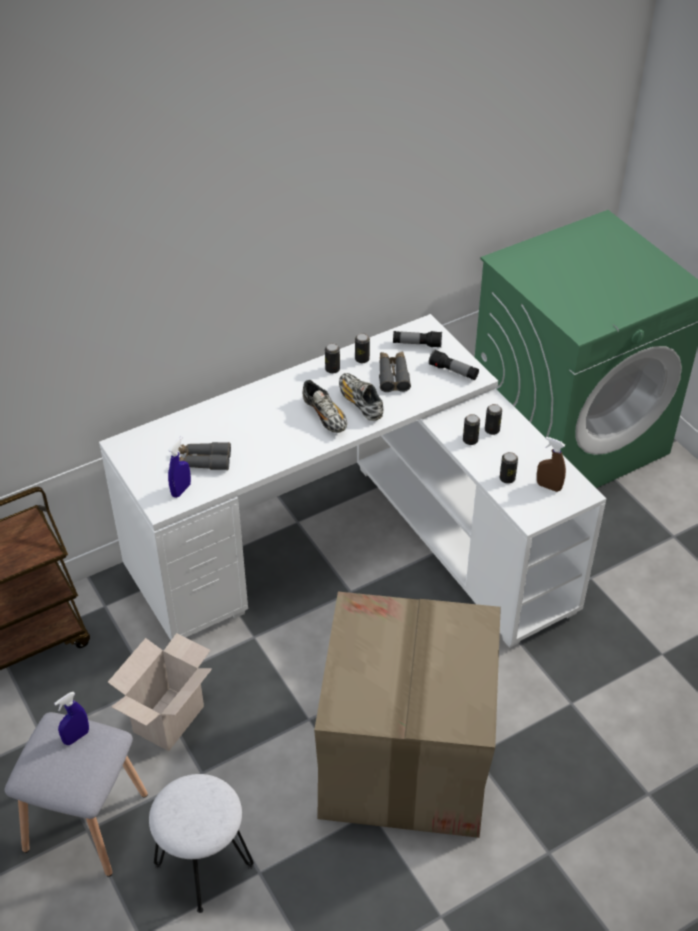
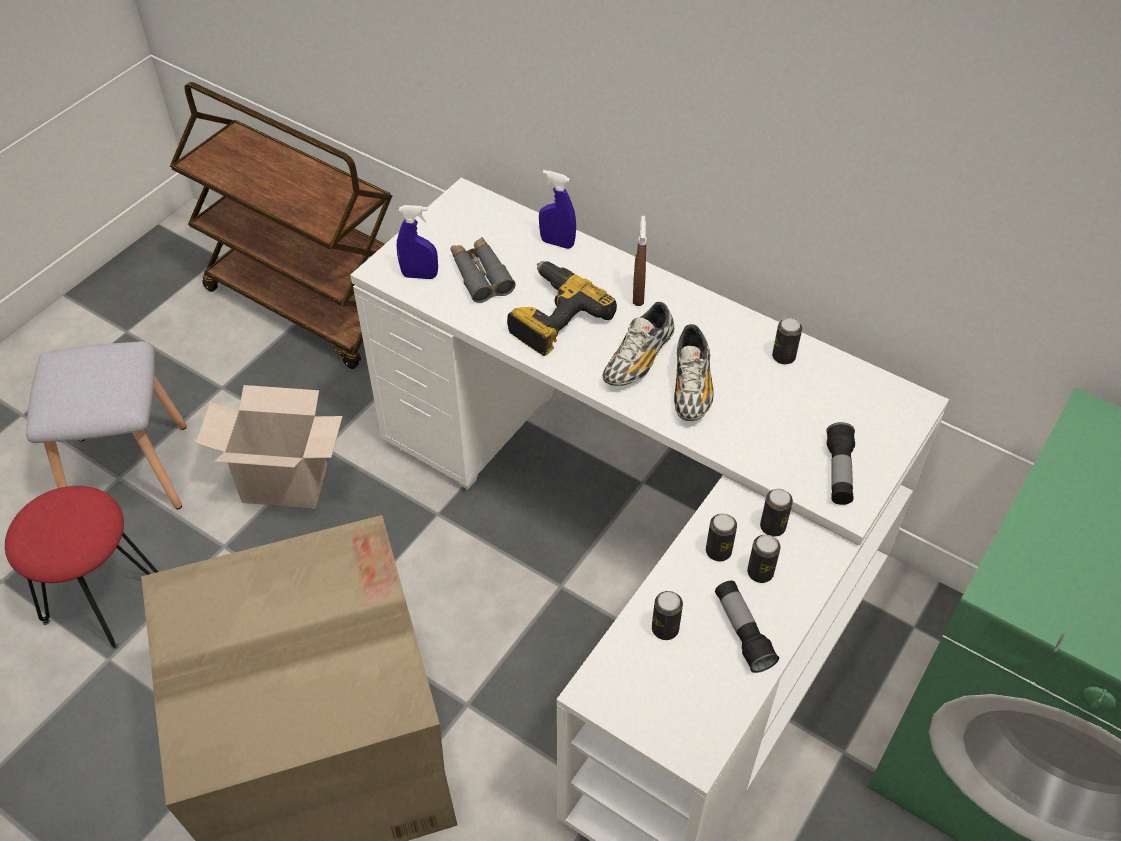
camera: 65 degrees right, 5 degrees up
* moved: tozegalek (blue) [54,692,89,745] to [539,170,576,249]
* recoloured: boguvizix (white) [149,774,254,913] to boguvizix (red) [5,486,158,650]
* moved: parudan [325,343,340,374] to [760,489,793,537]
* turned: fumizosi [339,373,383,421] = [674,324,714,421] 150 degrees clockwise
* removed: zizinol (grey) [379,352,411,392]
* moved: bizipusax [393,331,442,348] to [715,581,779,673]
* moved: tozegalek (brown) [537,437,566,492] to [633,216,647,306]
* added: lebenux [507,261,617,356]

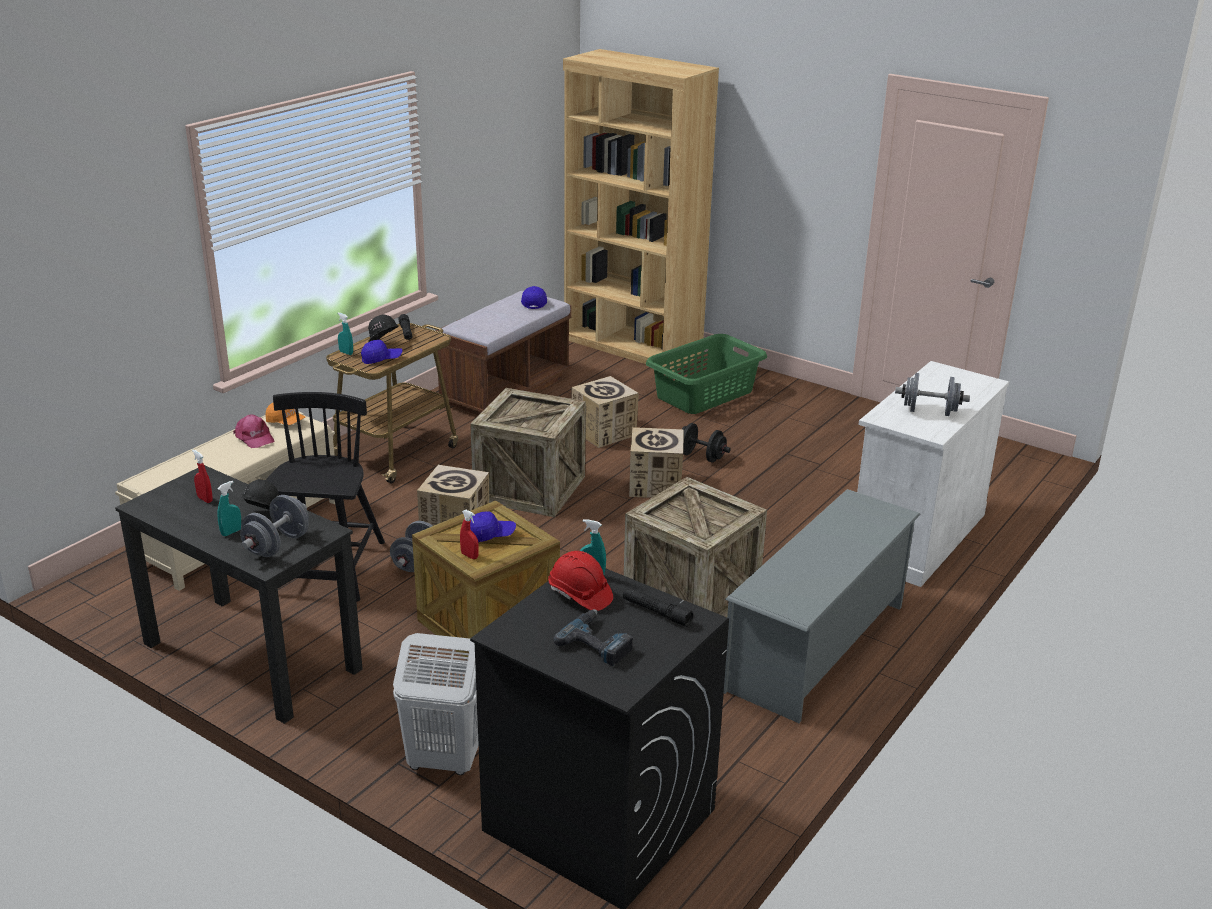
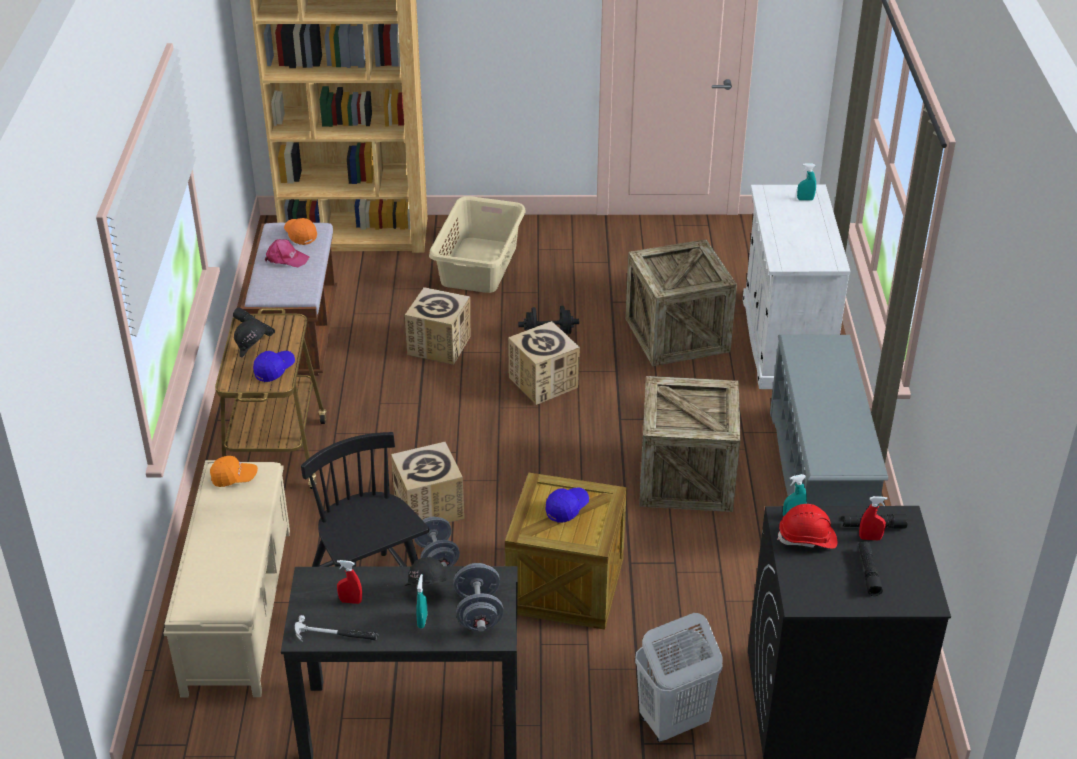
camera: 35 degrees left, 10 degrees up
* moved: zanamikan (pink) [233,414,275,448] to [265,239,310,267]
* moved: tozegalek (turquoise) [338,312,353,355] to [797,163,816,201]
* moved: tozegalek (red) [460,510,479,559] to [859,496,887,540]
* moved: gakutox [470,388,586,517] to [626,239,737,366]
* recoloured: zanamikan (blue) [521,286,547,309] to zanamikan (orange) [284,218,317,245]
* replaced: lebenux [553,609,634,666] to bizipusax (black) [859,541,883,596]
* recoloured: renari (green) [646,334,767,414] to renari (beige) [429,196,526,293]
* removed: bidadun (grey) [895,373,970,416]
* added: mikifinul [295,615,378,642]

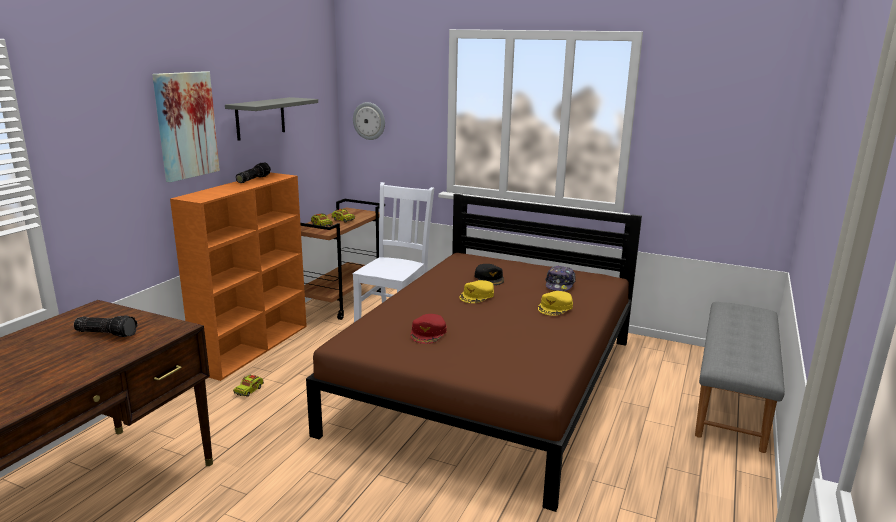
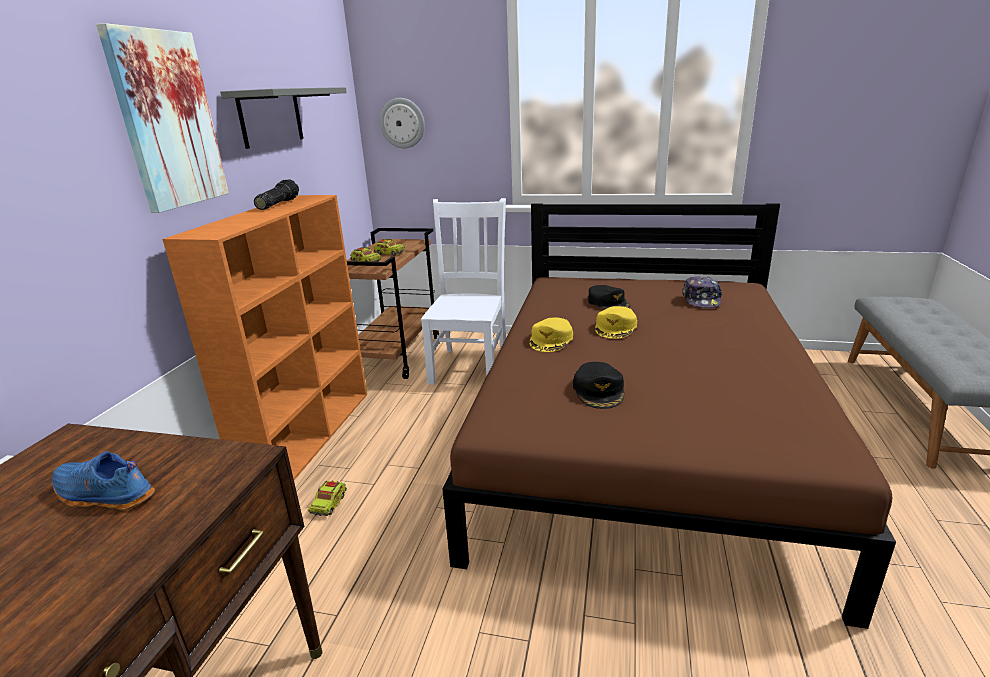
camera: 10 degrees left, 5 degrees up
* replaced: bizipusax [74,315,138,337] to fumizosi (blue) [52,451,155,511]
* recoloured: zanamikan (red) [411,314,447,344] to zanamikan (black) [573,362,624,409]
* moved: zanamikan (yellow) [538,291,573,316] to [530,318,573,352]

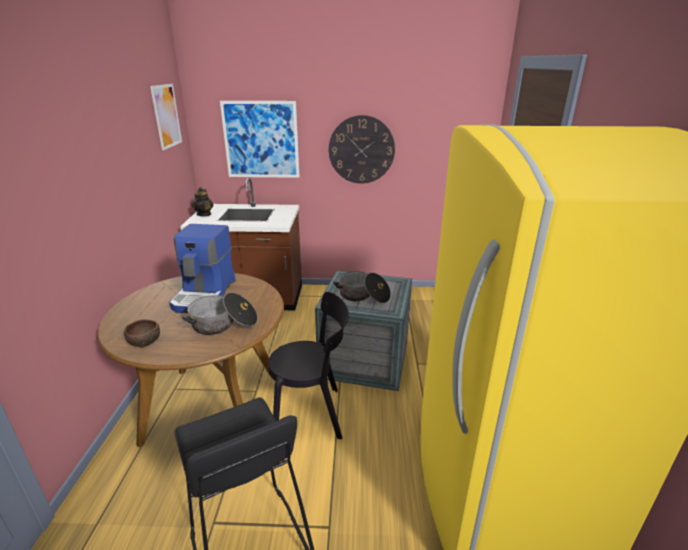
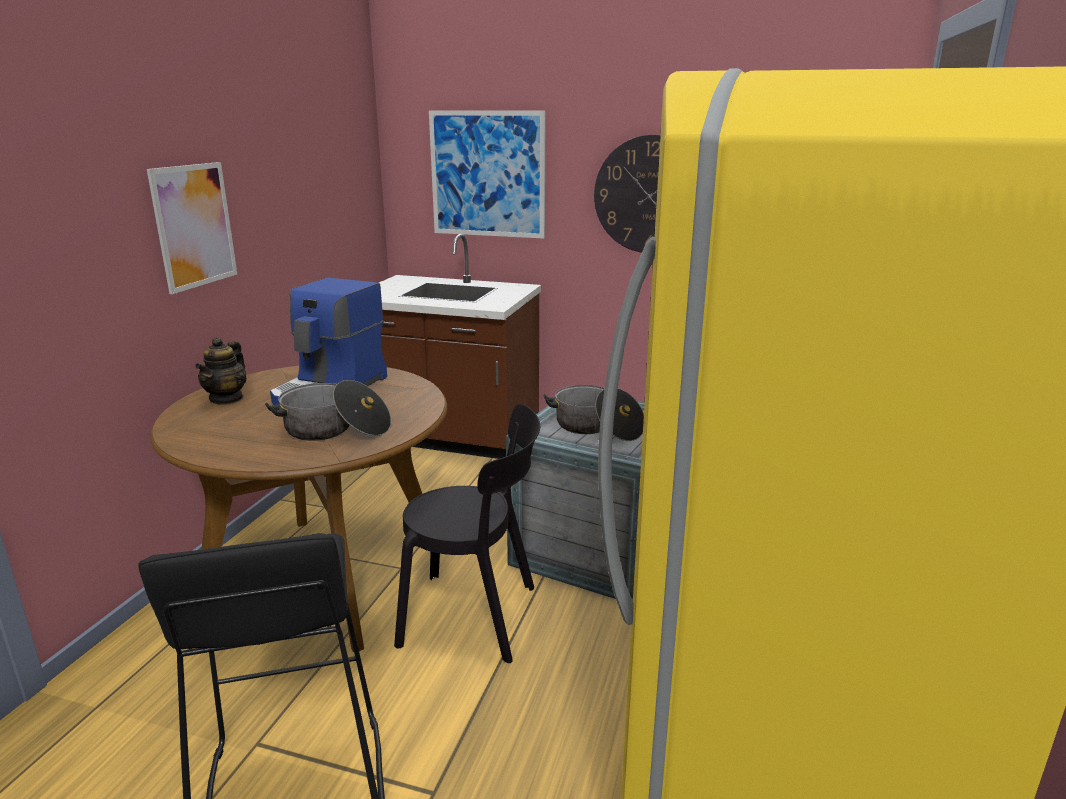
camera: 15 degrees right, 5 degrees down
* removed: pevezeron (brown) [124,319,160,348]
* moved: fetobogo [150,84,182,150] to [147,162,237,294]
* moved: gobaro [192,187,213,217] to [195,337,247,405]

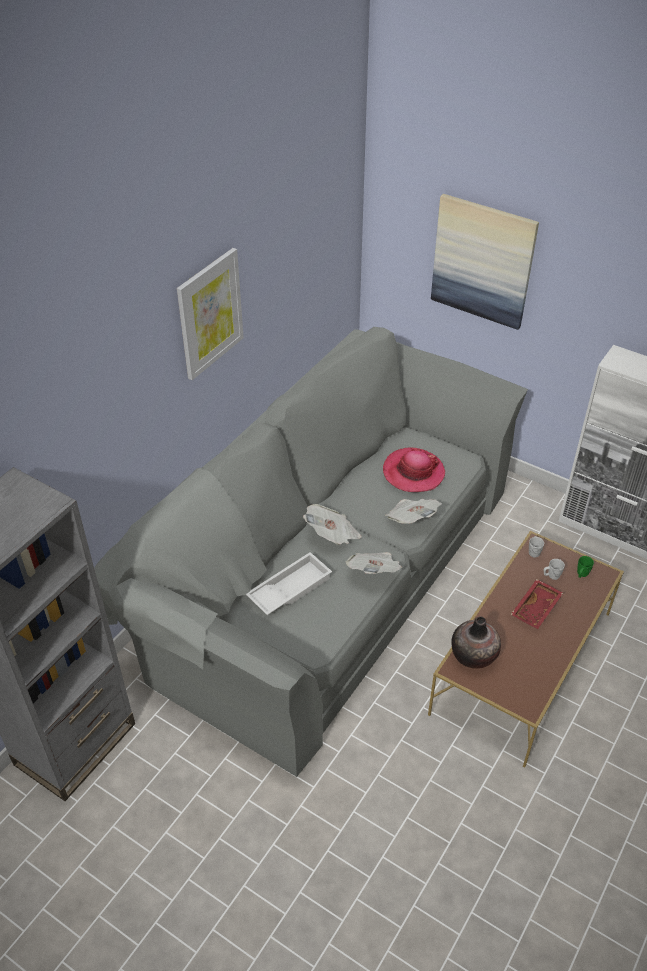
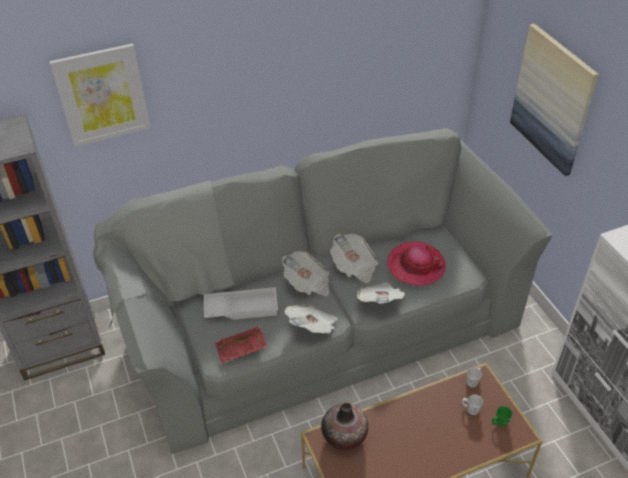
camera: 35 degrees right, 0 degrees up
* moved: fetobogo [177,248,244,380] to [49,43,151,147]
* moved: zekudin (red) [511,579,563,629] to [215,326,267,363]
* added: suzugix [330,233,379,283]

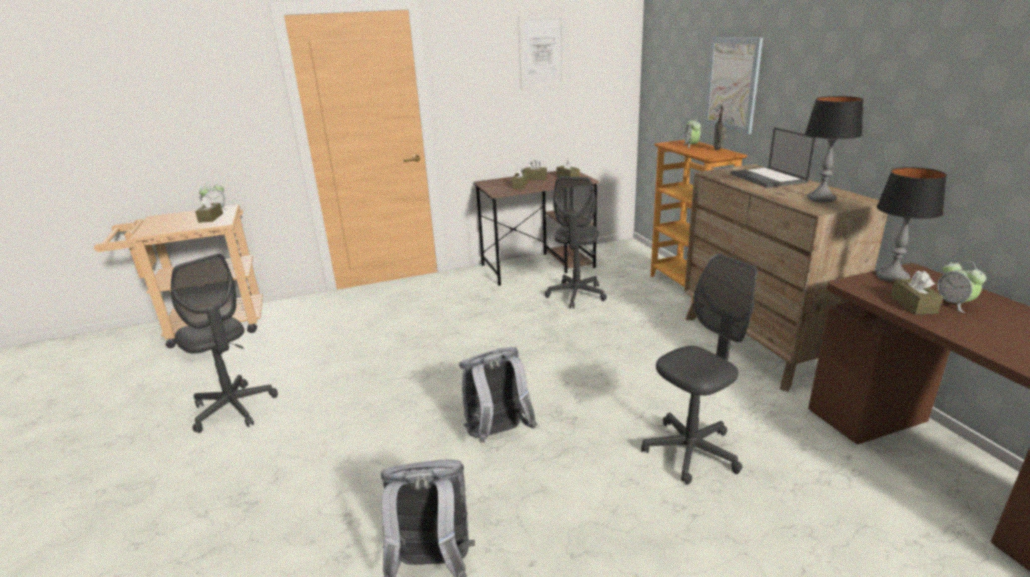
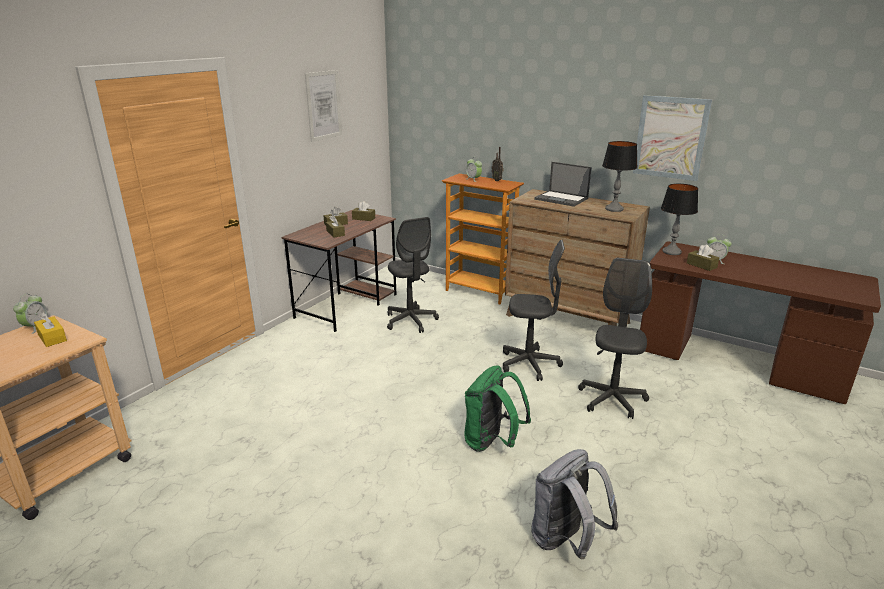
camera: 40 degrees left, 0 degrees up
* moved: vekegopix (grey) [171,254,278,433] to [503,240,565,381]
* recoloured: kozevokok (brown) [195,196,223,223] to kozevokok (yellow) [34,312,67,347]
* recoloured: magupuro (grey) [459,347,537,443] to magupuro (green) [465,365,531,452]
* moved: fetobogo [704,37,763,134] to [633,95,712,181]

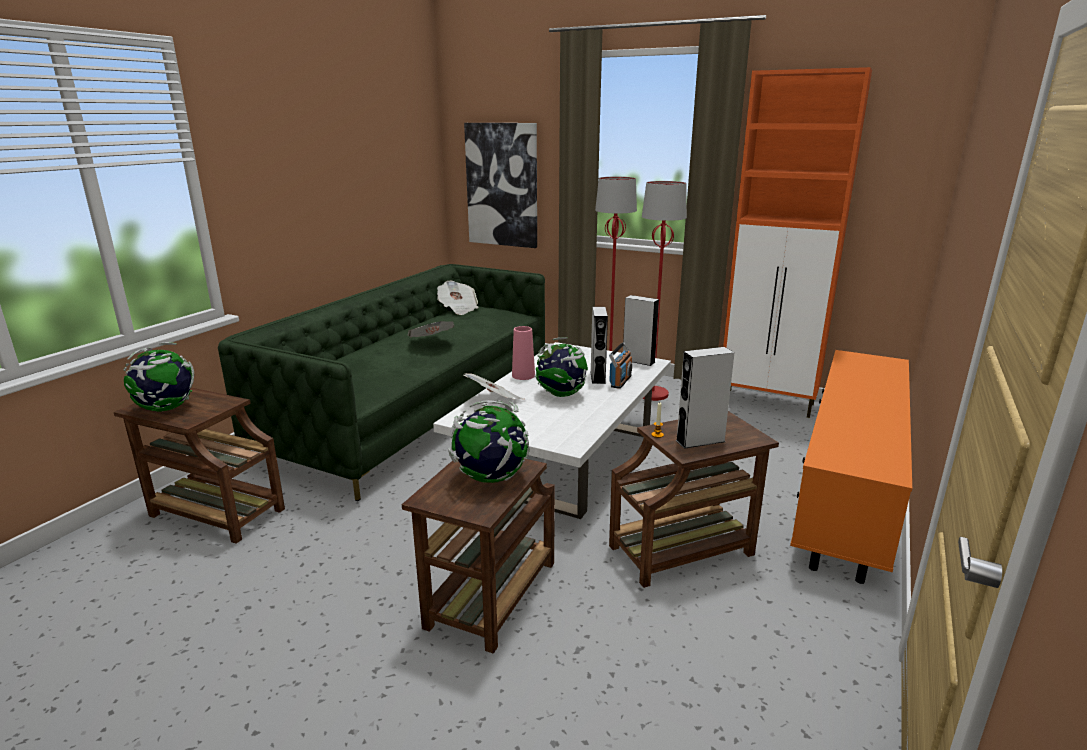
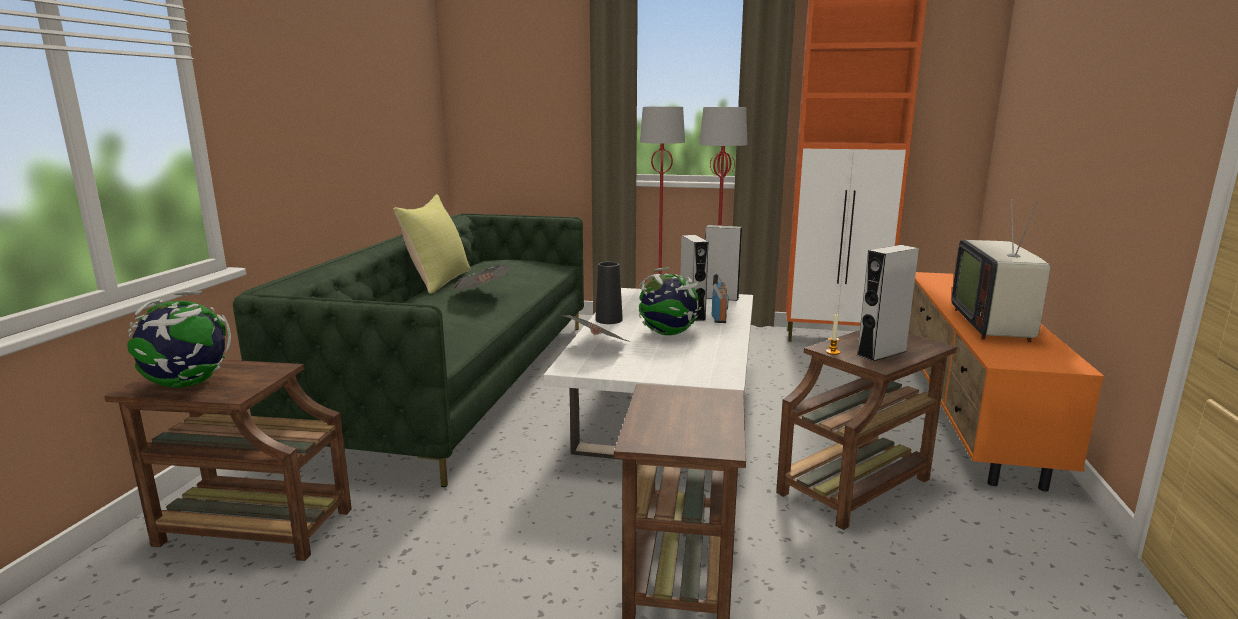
camera: 15 degrees left, 5 degrees down
* removed: suzugix [437,281,479,315]
* removed: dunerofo [448,400,530,483]
* removed: fetobogo [464,123,537,248]
* recoloured: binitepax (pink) [512,326,535,380] to binitepax (black) [595,262,623,324]
* added: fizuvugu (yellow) [393,194,471,293]
* added: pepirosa [951,197,1050,342]

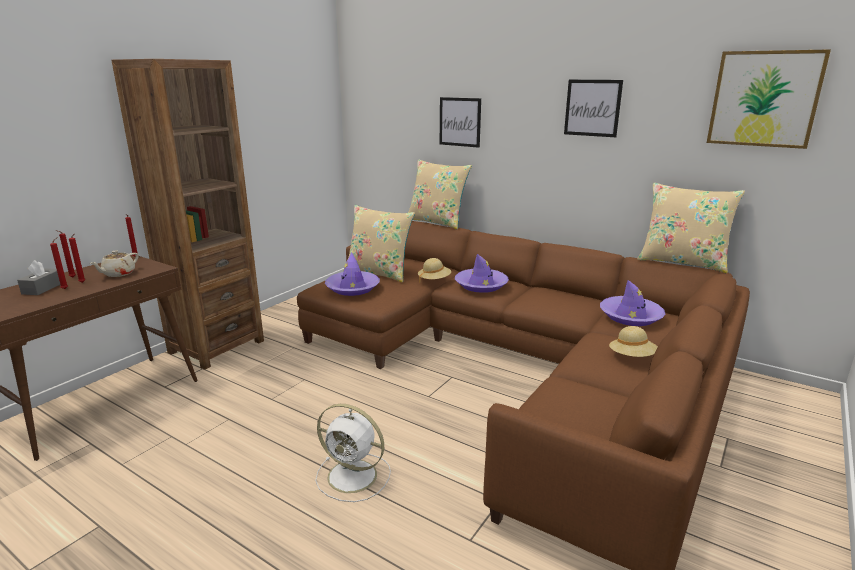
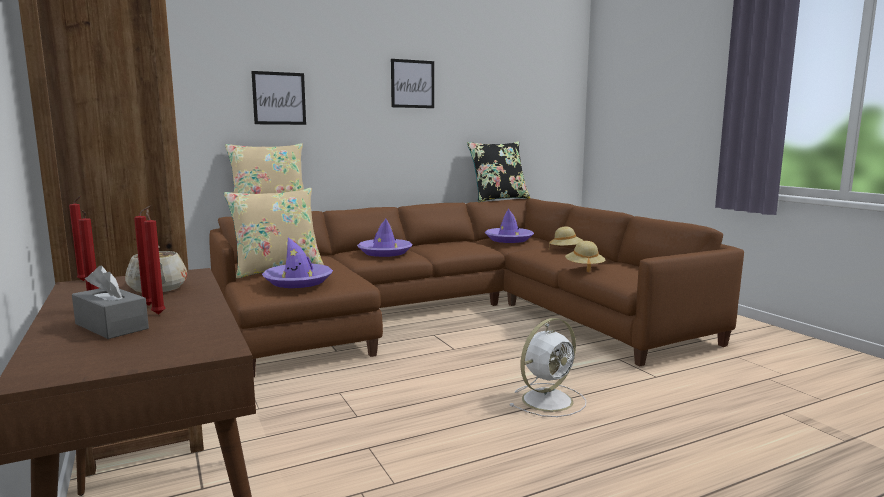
camera: 60 degrees left, 10 degrees down
* moved: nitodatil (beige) [418,258,451,283] to [565,241,605,272]
* recoloured: fizuvugu (beige) [637,183,745,273] to fizuvugu (black) [467,142,530,202]
* removed: fetobogo [707,49,831,149]

